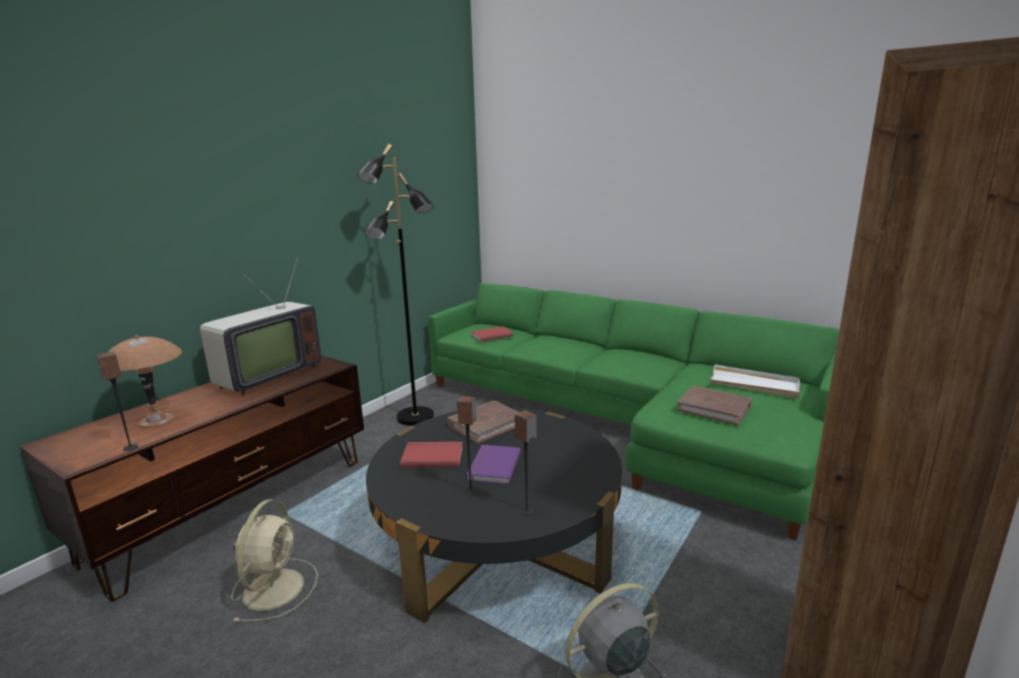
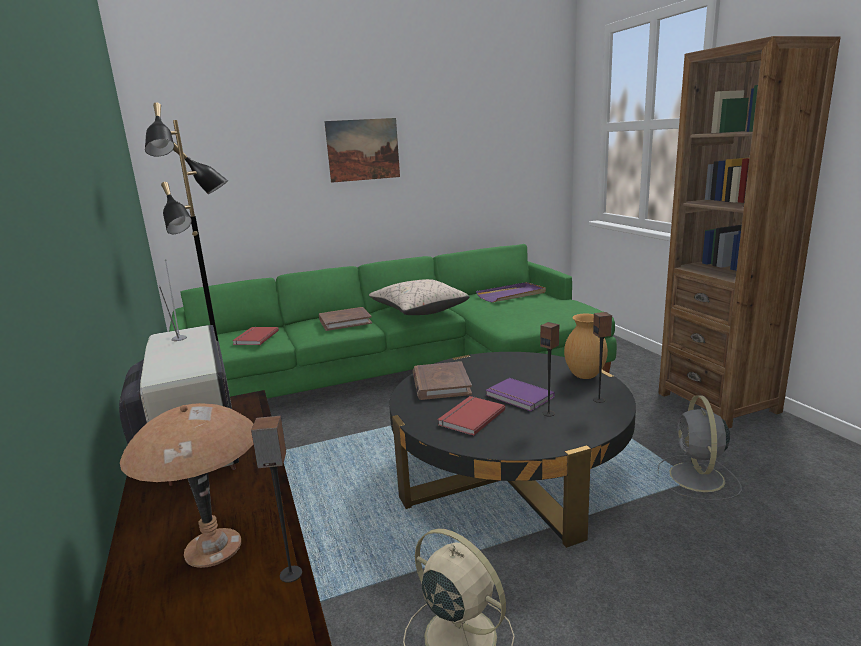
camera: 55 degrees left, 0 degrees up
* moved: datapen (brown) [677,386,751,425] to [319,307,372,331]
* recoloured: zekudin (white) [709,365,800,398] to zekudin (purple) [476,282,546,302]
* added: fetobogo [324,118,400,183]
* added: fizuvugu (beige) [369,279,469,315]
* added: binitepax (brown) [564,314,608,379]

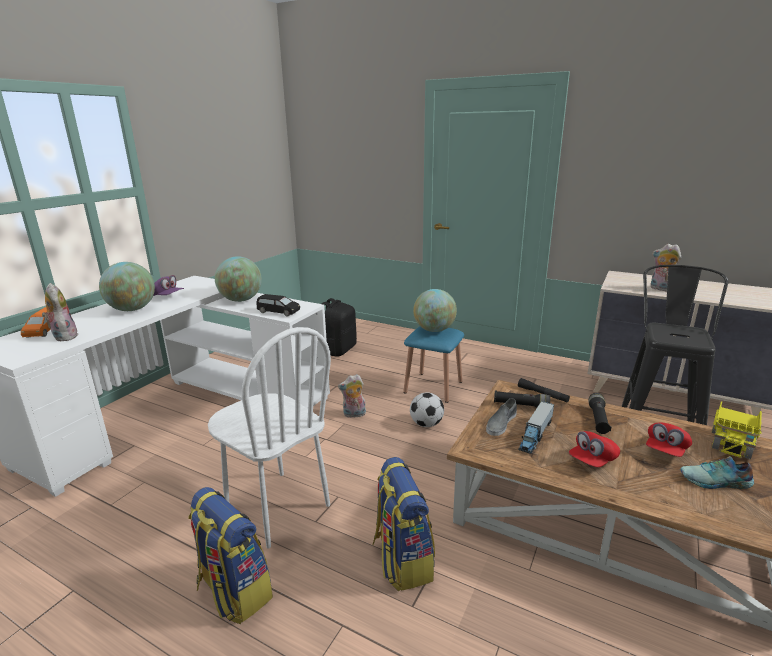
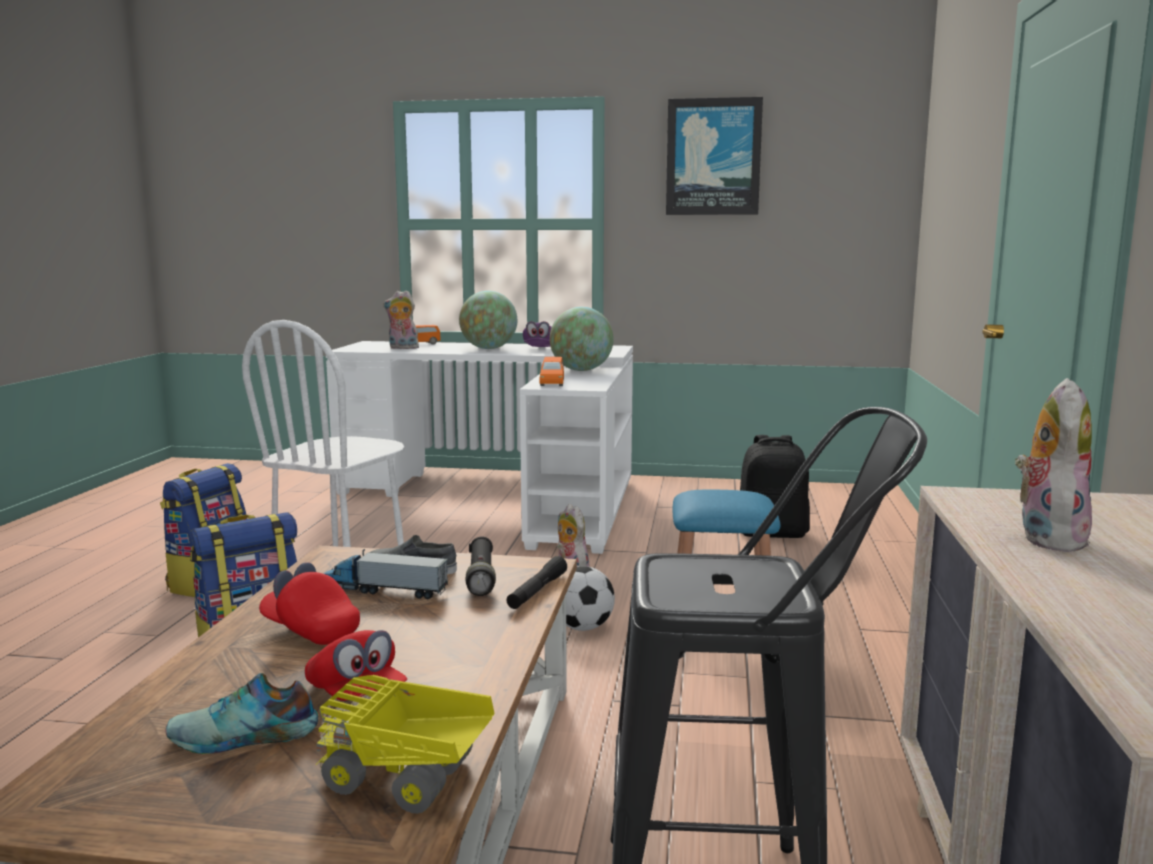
camera: 70 degrees right, 10 degrees down
* turned: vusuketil [42,283,78,341] = [383,290,419,349] 120 degrees counterclockwise
* recoloured: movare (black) [256,294,300,316] to movare (orange) [539,357,564,386]
* removed: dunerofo [413,289,457,332]
* removed: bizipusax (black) [589,393,611,434]
* turned: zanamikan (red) [646,423,692,457] = [305,630,407,701] 150 degrees counterclockwise
* turned: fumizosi [680,456,754,489] = [165,673,318,754] 90 degrees counterclockwise
* added: fetobogo [666,97,763,215]

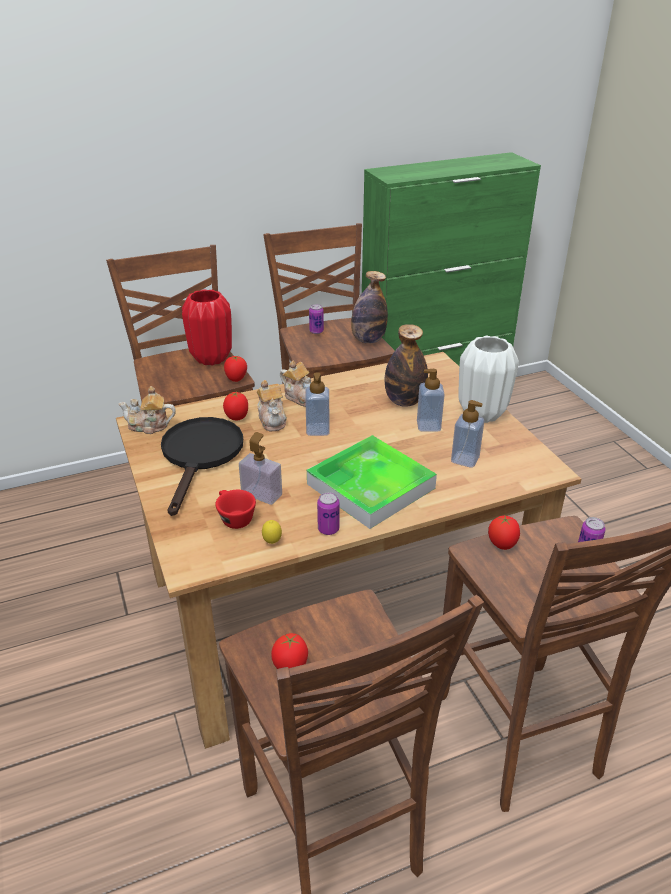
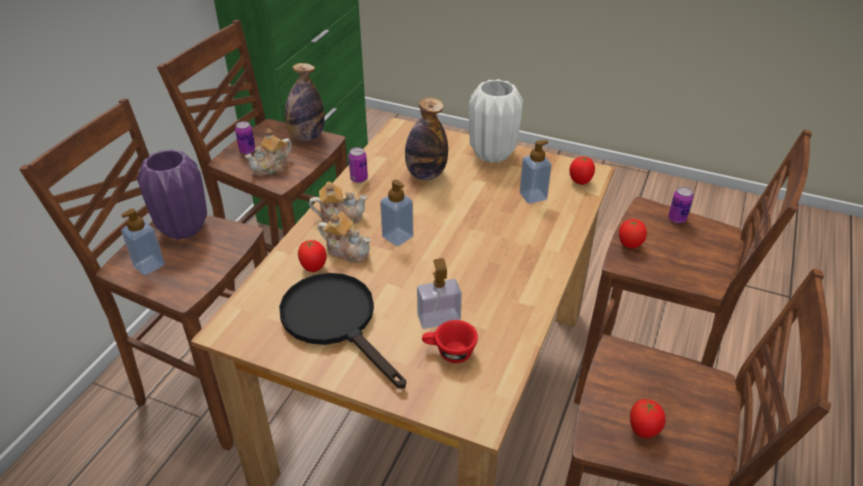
camera: 45 degrees left, 5 degrees up
* moved: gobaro [118,386,176,434] to [245,129,292,176]
* recoloured: binitepax (red) [182,289,232,365] to binitepax (purple) [137,149,207,240]
* moved: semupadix [224,356,247,382] to [569,156,595,185]
* removed: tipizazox [262,520,282,544]
* removed: zekudin [307,435,437,529]
* moved: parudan [317,492,340,535] to [348,147,368,183]
* moved: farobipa [417,369,445,431] to [121,209,165,275]

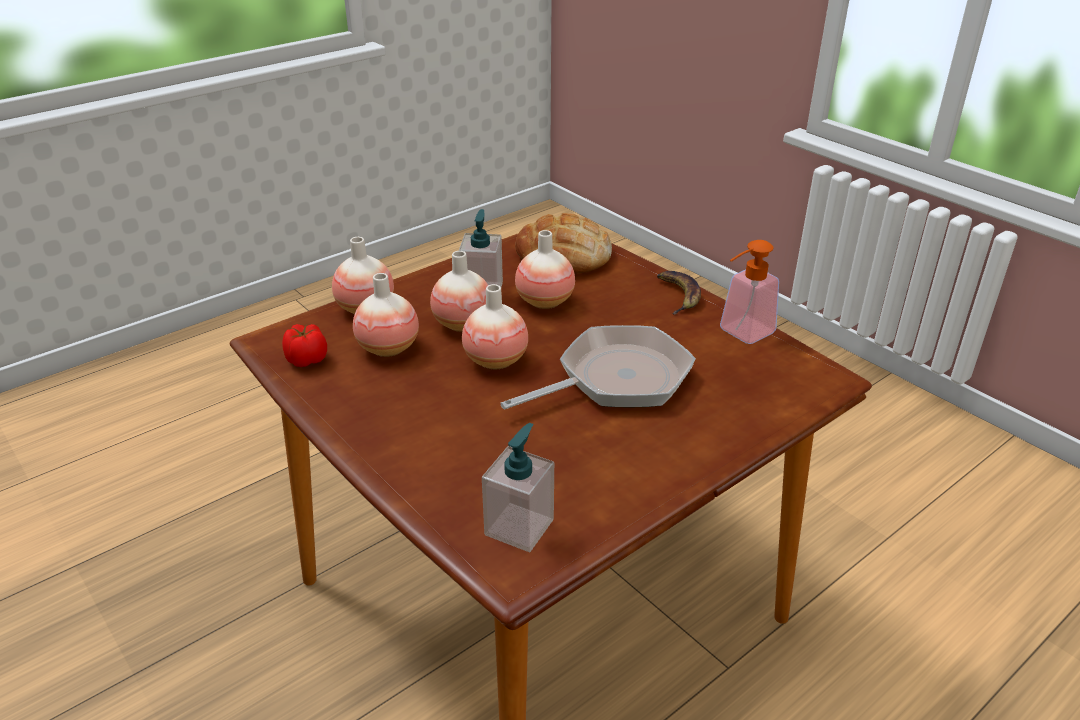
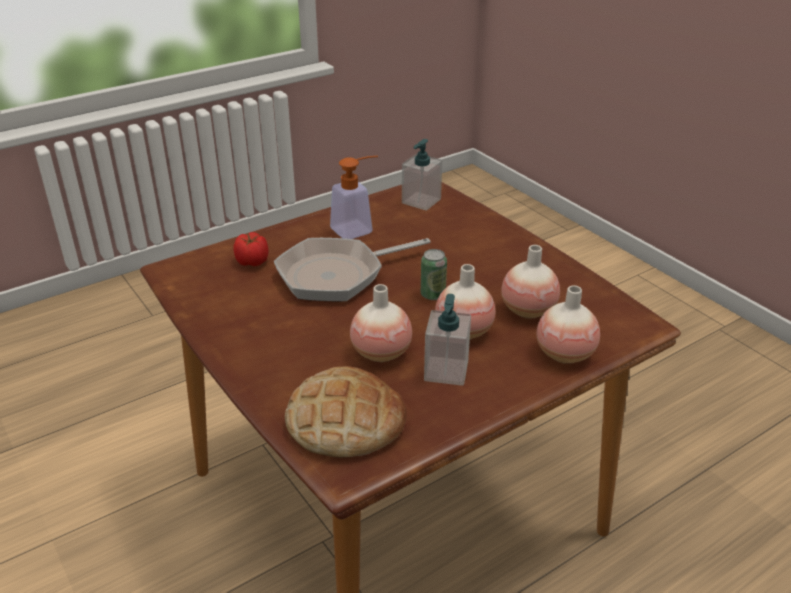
camera: 175 degrees left, 0 degrees up
* moved: semupadix [282,324,327,367] to [233,232,268,266]
* replaced: binitepax [462,284,528,369] to parudan [421,249,447,300]
* removed: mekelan [657,271,701,315]
* moved: farobipa [720,240,779,344] to [330,156,378,239]

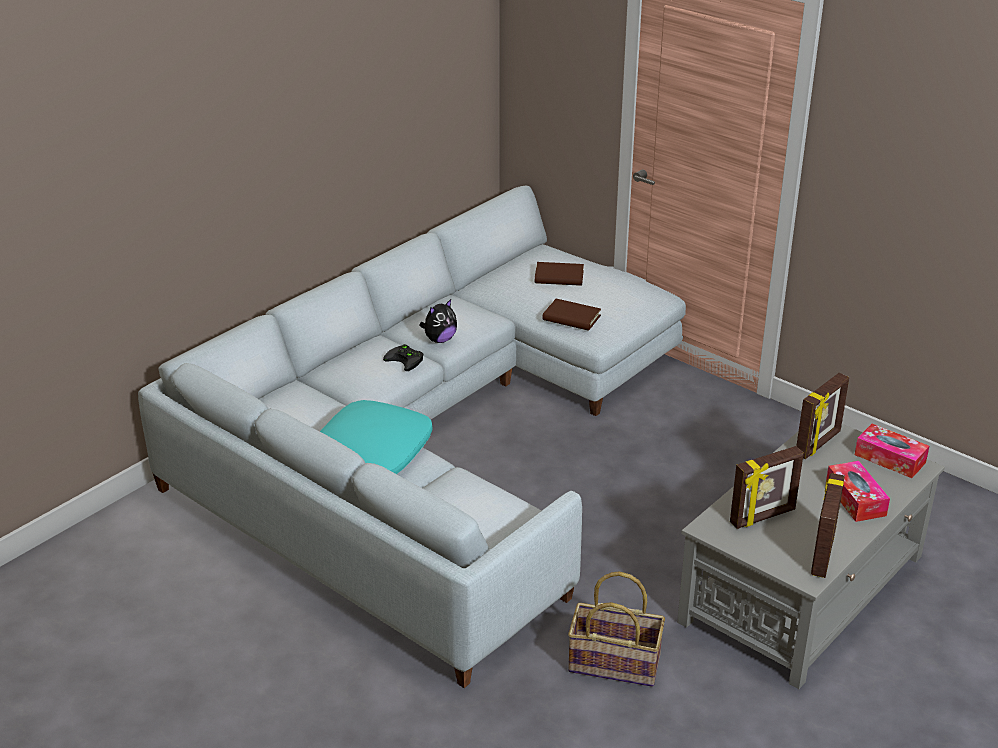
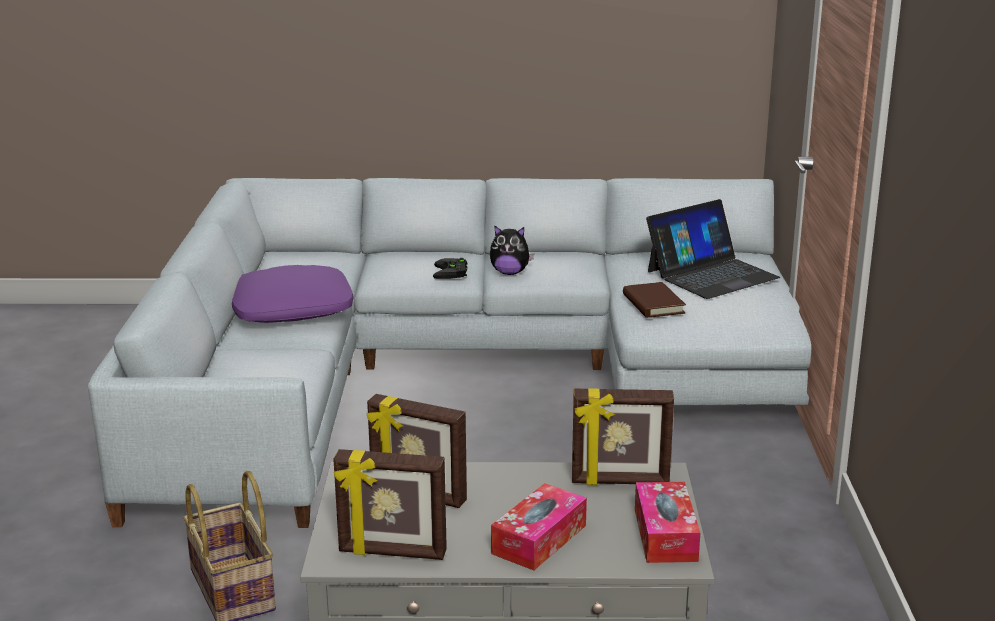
camera: 50 degrees right, 10 degrees down
* recoloured: fizuvugu (turquoise) [320,400,433,474] to fizuvugu (purple) [232,265,353,323]
* replaced: datapen (brown) [535,262,584,286] to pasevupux [646,199,780,299]
* turned: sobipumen [811,473,845,578] = [333,449,447,560] 150 degrees counterclockwise

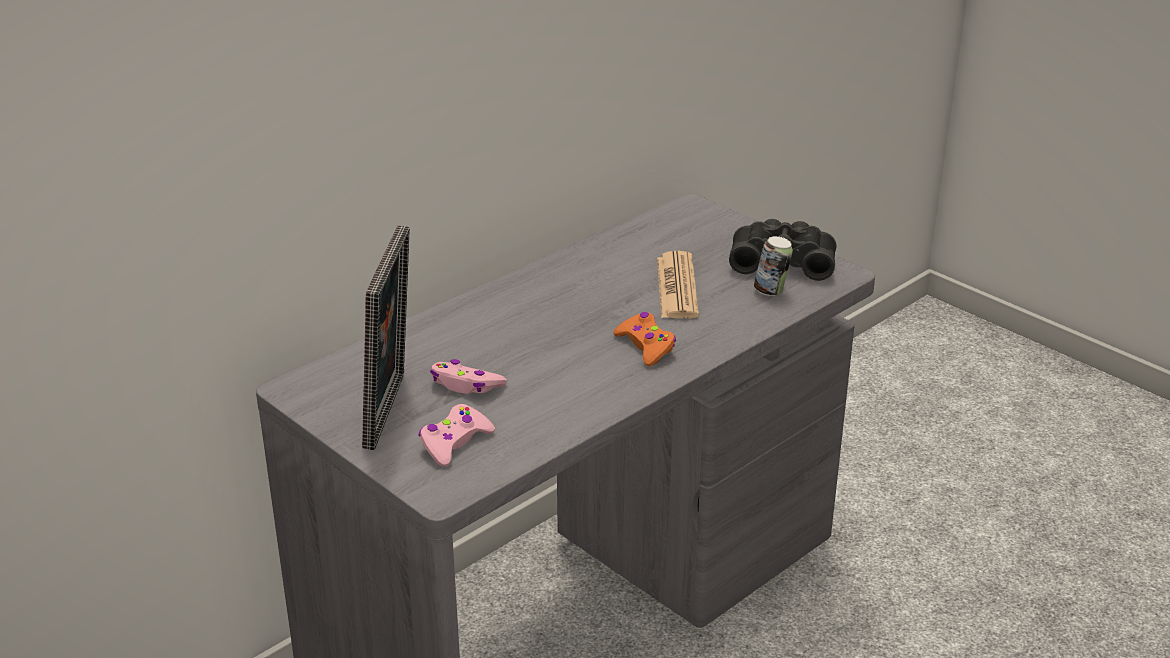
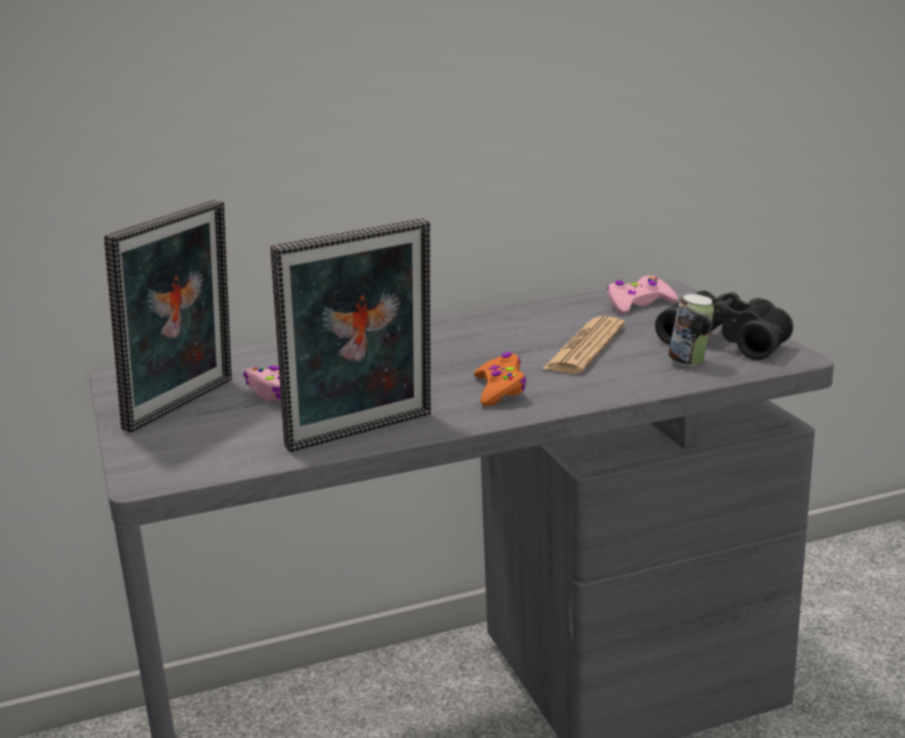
camera: 25 degrees right, 10 degrees down
* moved: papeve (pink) [419,404,495,467] to [607,276,678,314]
* added: sobipumen [270,218,431,452]

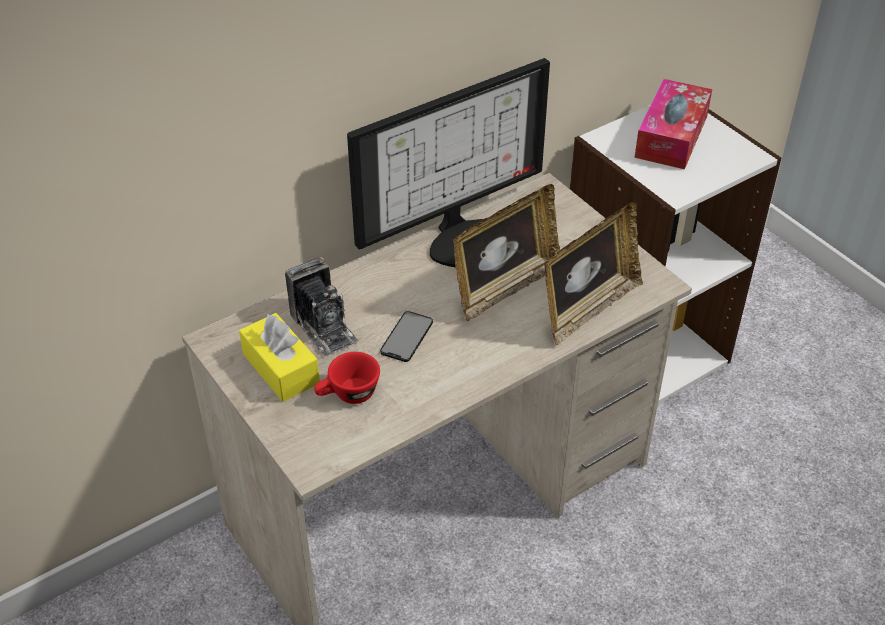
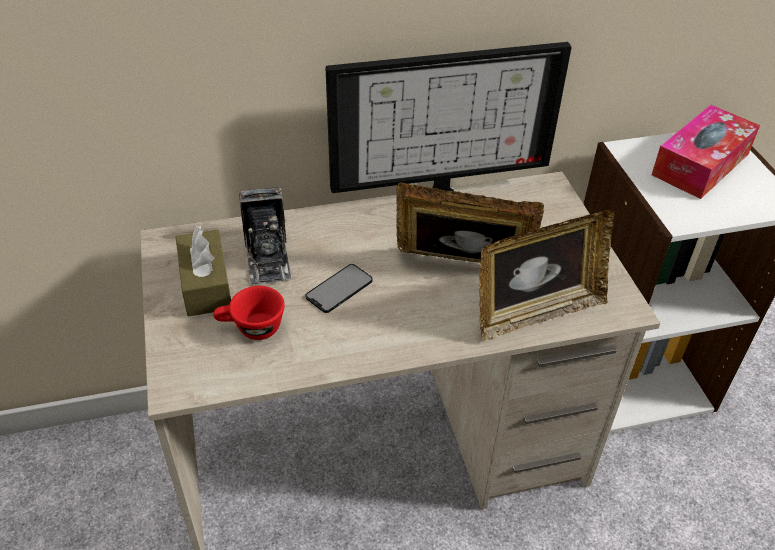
camera: 20 degrees right, 0 degrees up
* recoloured: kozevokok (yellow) [239,313,320,402] to kozevokok (brown) [176,226,231,317]
* turned: sobipumen [453,184,560,321] = [396,182,544,263] 150 degrees counterclockwise

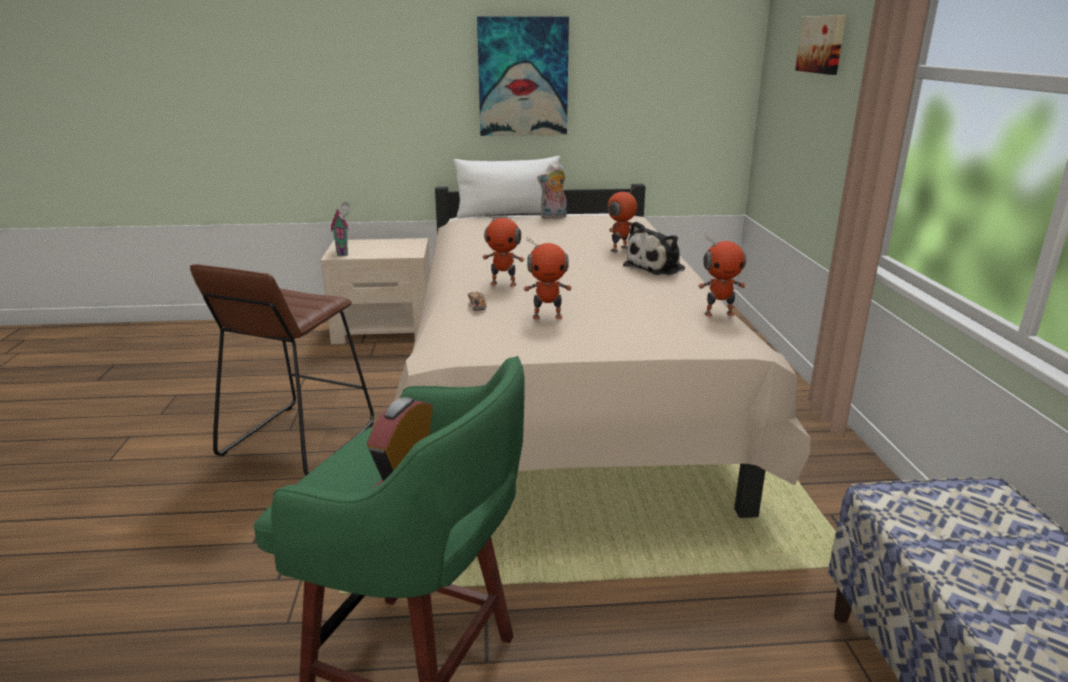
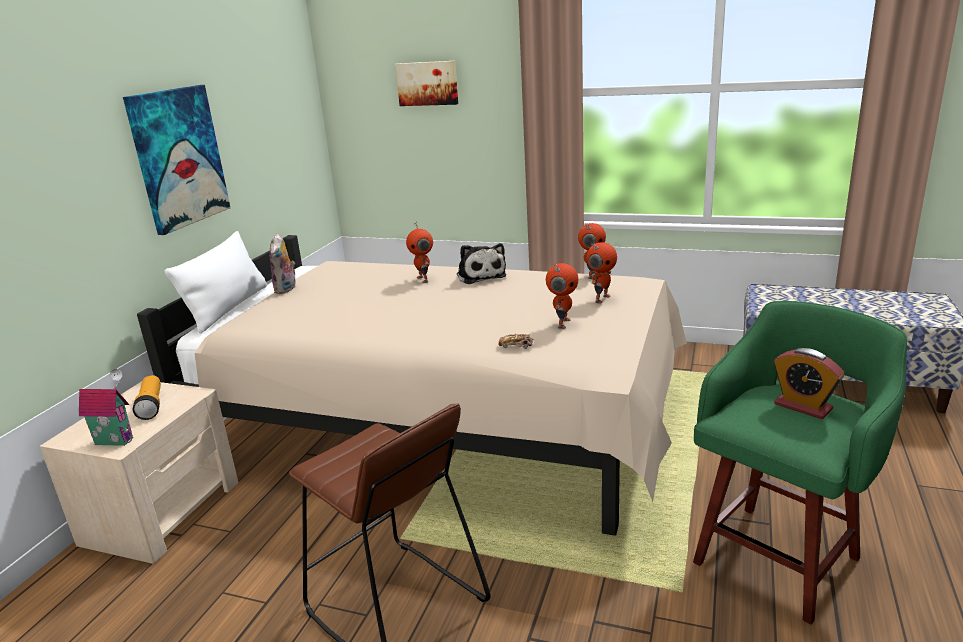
camera: 65 degrees left, 0 degrees up
* moved: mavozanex [483,211,524,287] to [587,242,617,304]
* added: bizipusax [133,375,161,420]

